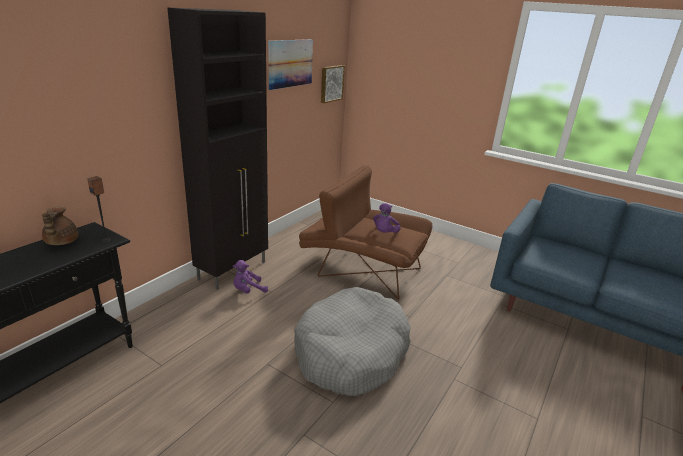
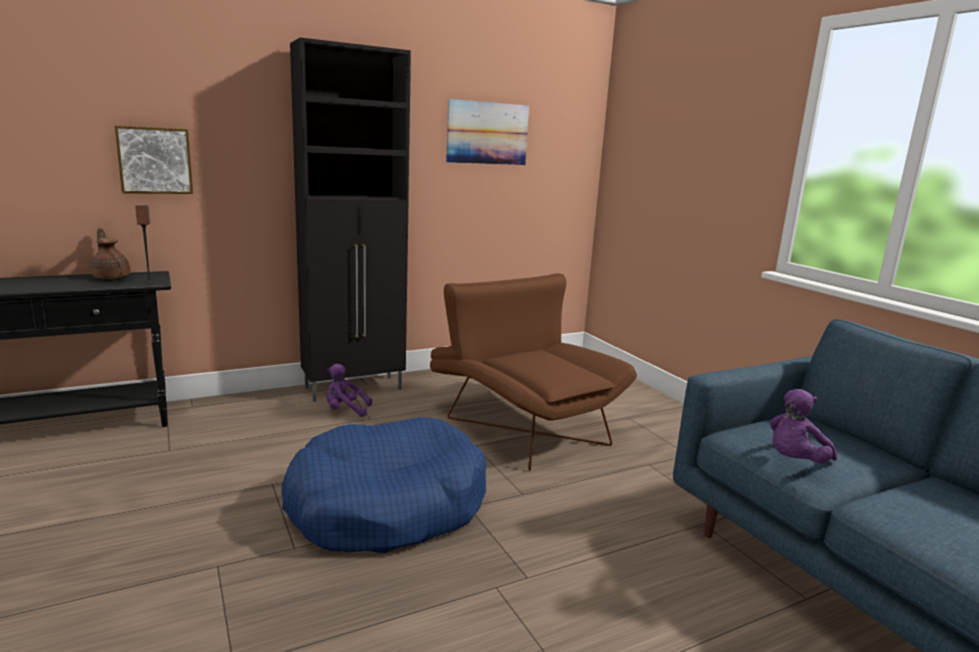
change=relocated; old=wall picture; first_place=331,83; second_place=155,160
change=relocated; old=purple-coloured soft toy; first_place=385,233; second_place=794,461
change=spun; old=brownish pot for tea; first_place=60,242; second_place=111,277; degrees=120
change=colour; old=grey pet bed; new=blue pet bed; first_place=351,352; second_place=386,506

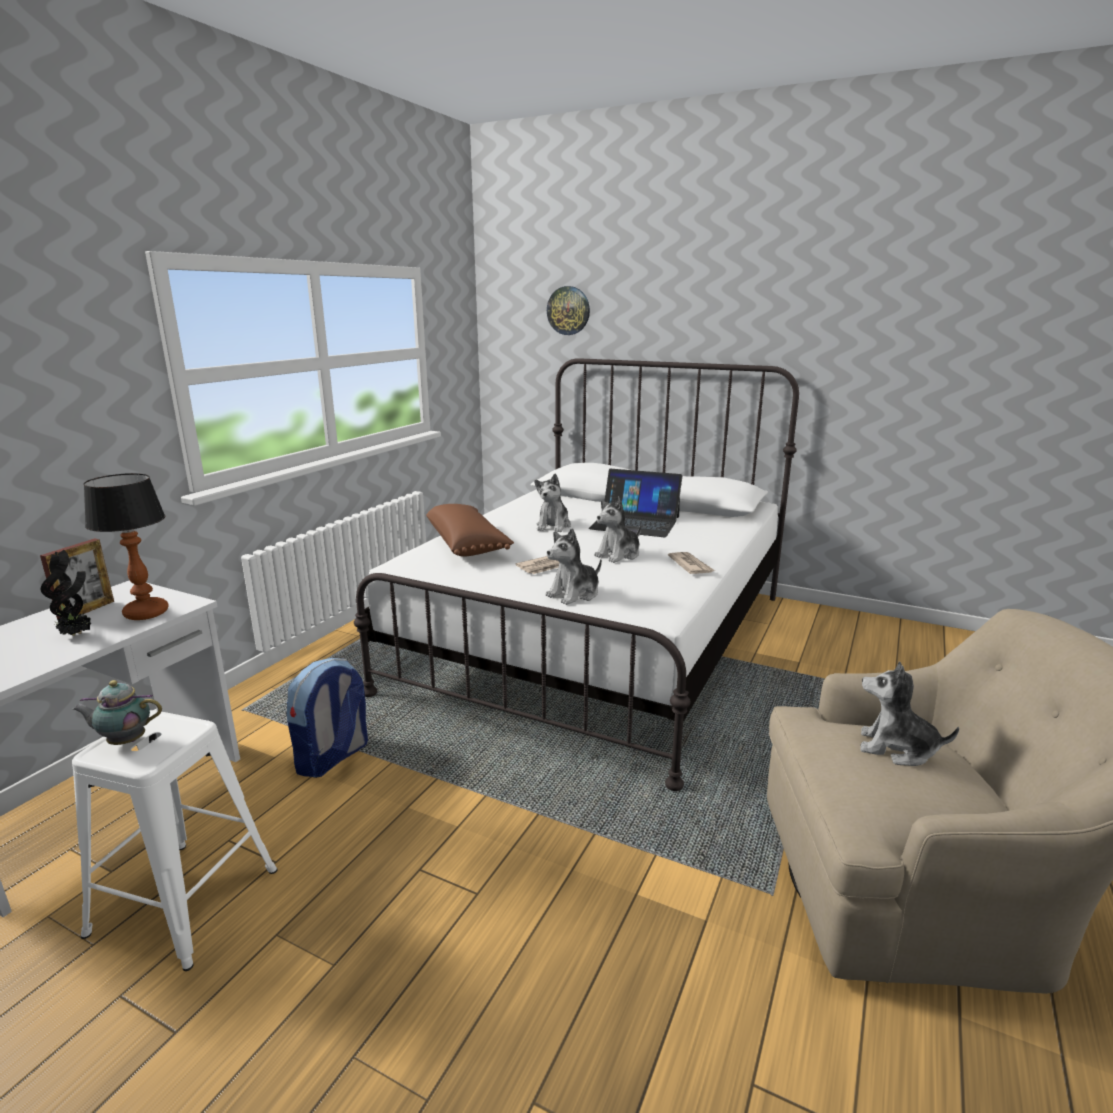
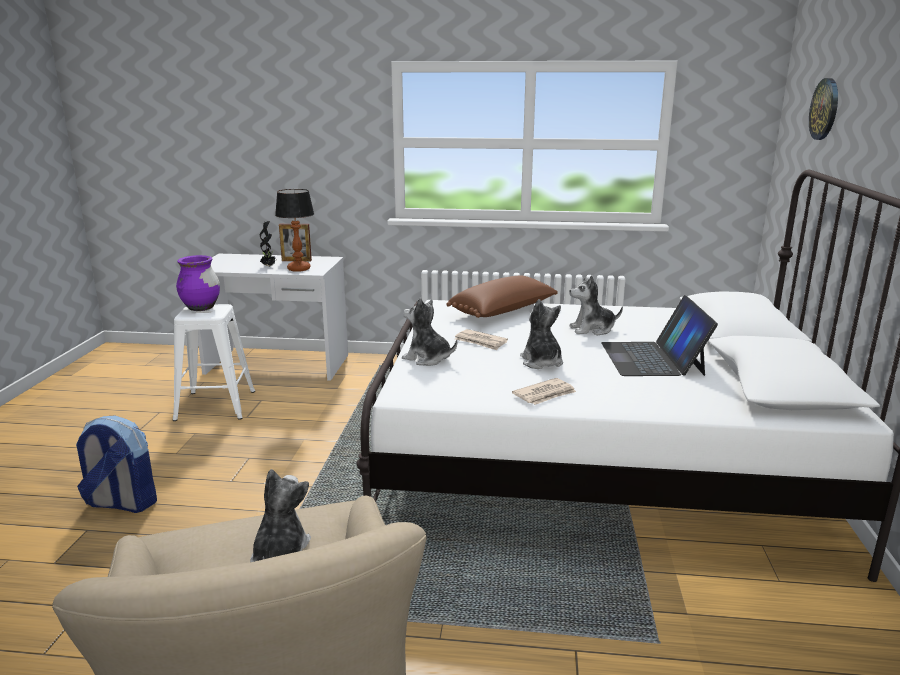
change=spun; old=soft toy; first_place=618,555; second_place=541,362; degrees=45
change=relocated; old=knapsack; first_place=332,758; second_place=121,503
change=exchanged; old=pot for tea; new=purple-coloured decorative vase; first_place=125,741; second_place=201,308

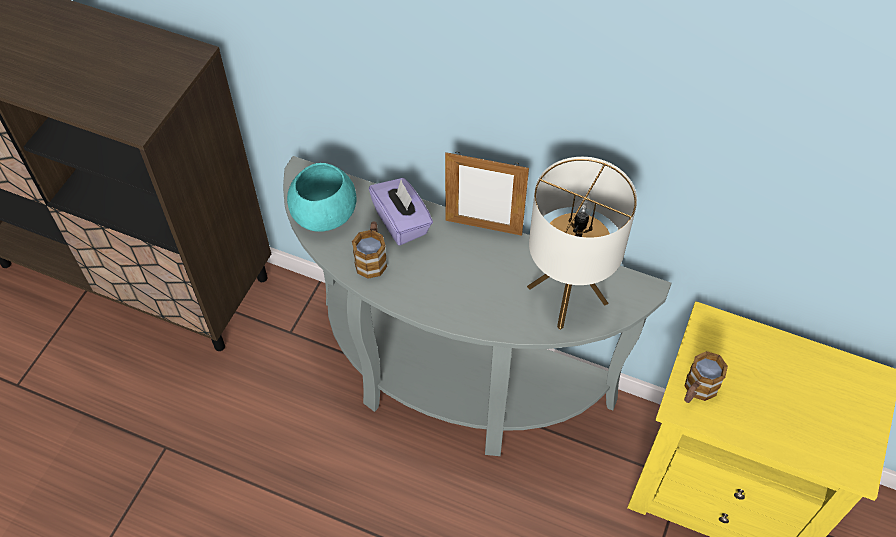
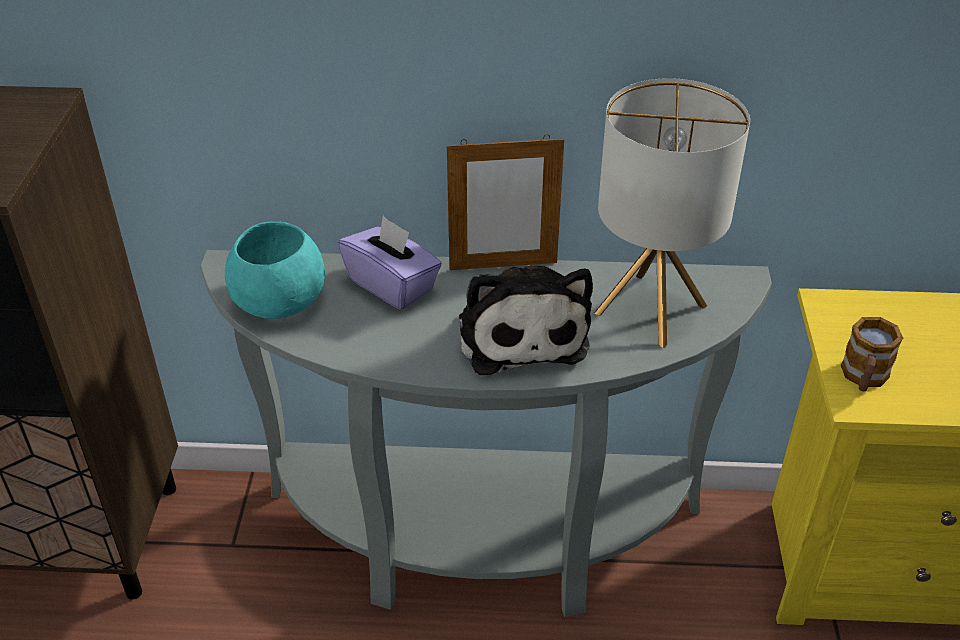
change=missing; old=coffee mug; first_place=372,258
change=appeared; new=soft toy; second_place=521,332

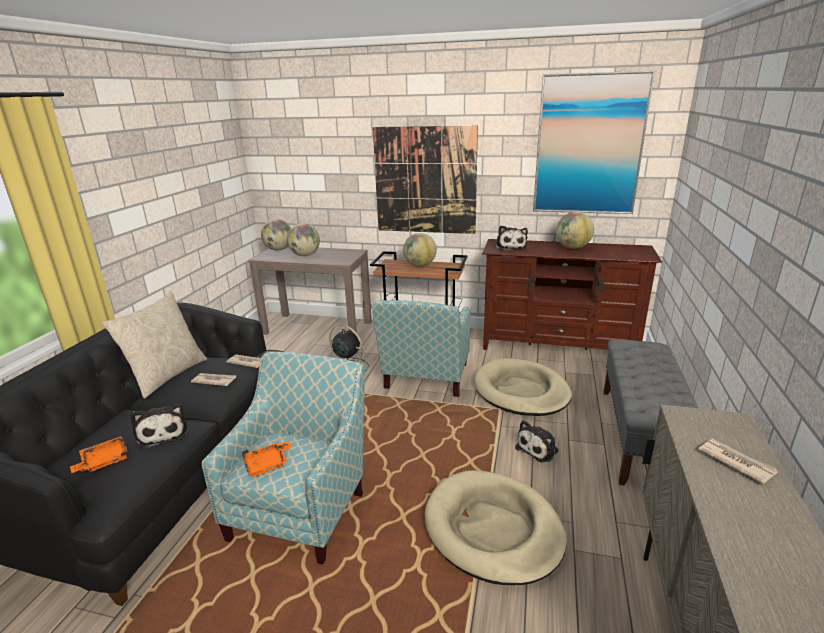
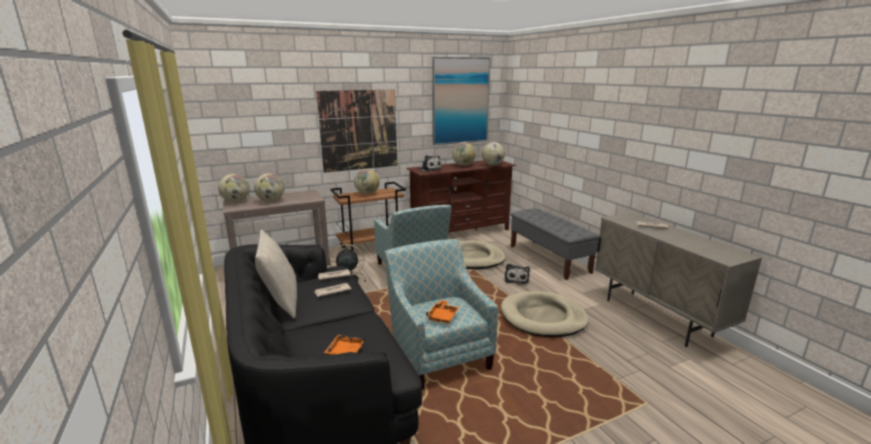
change=missing; old=soft toy; first_place=163,433
change=appeared; new=desk globe; second_place=493,165

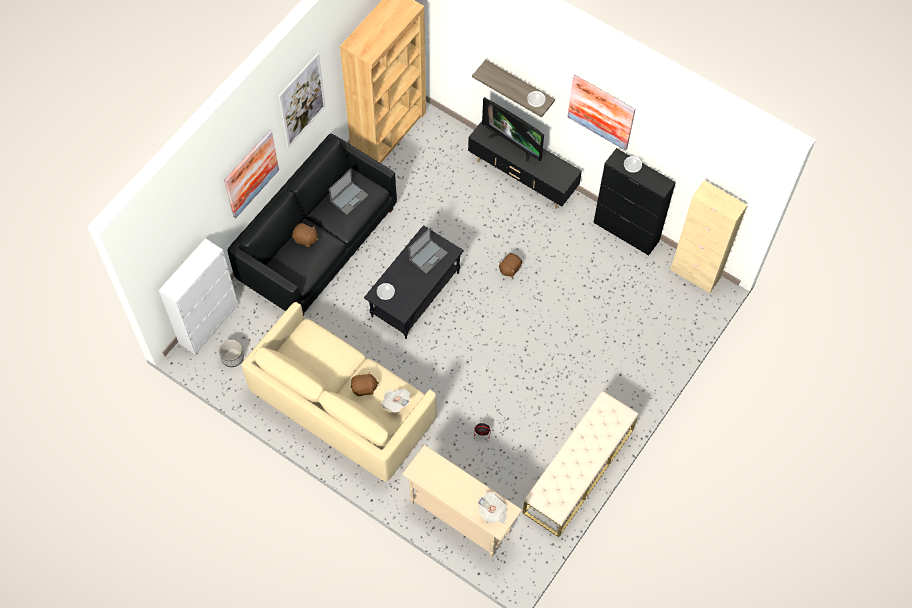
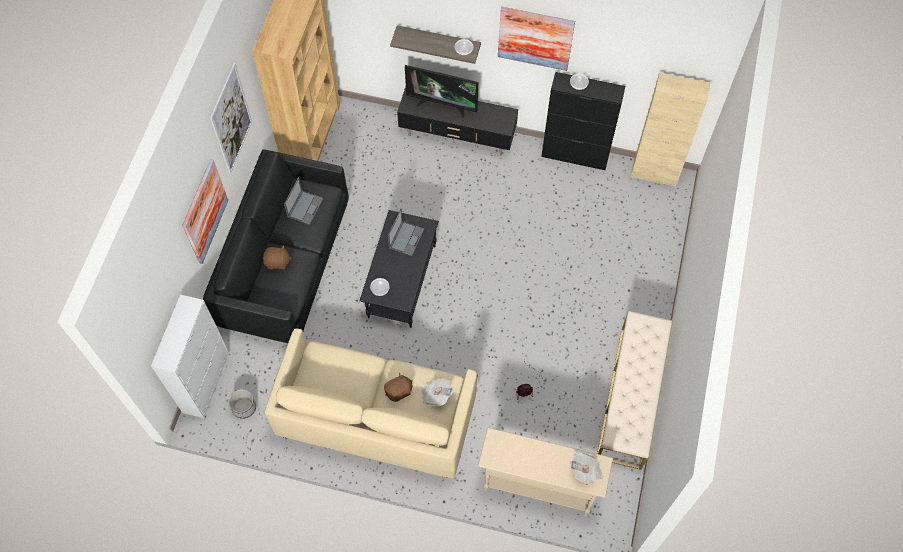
change=missing; old=brownish soft toy; first_place=509,269

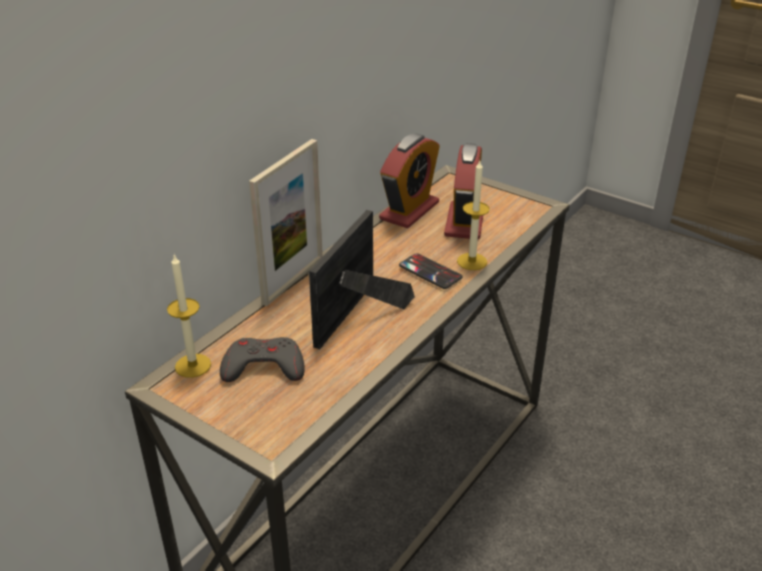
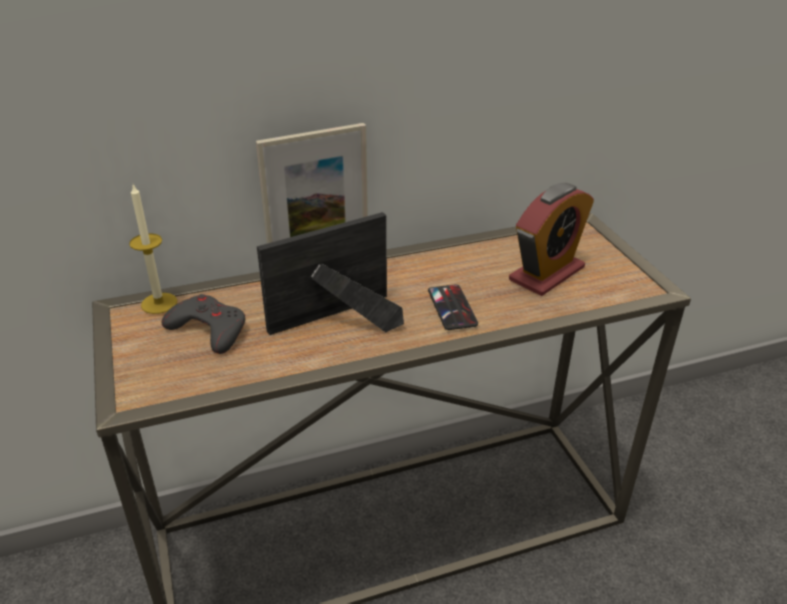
change=missing; old=bedside clock; first_place=409,211
change=missing; old=wax light; first_place=472,261

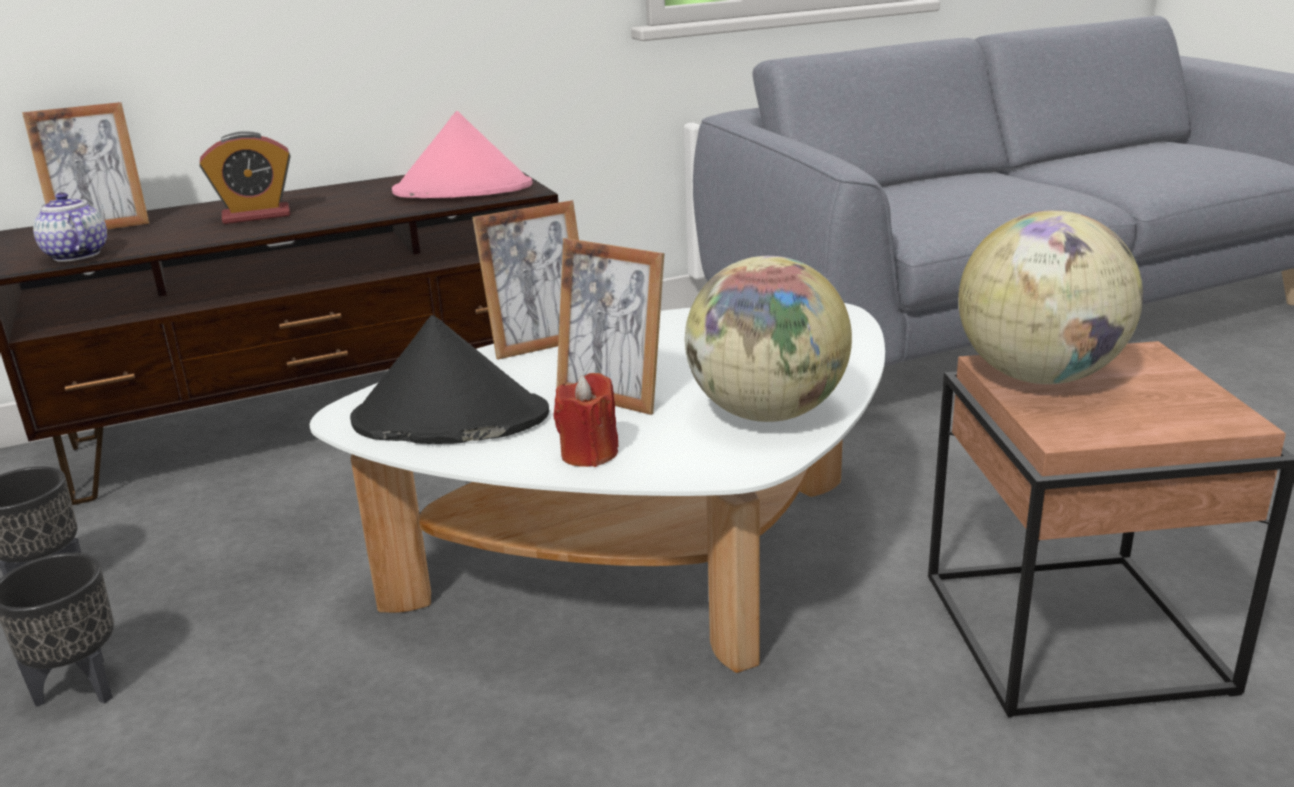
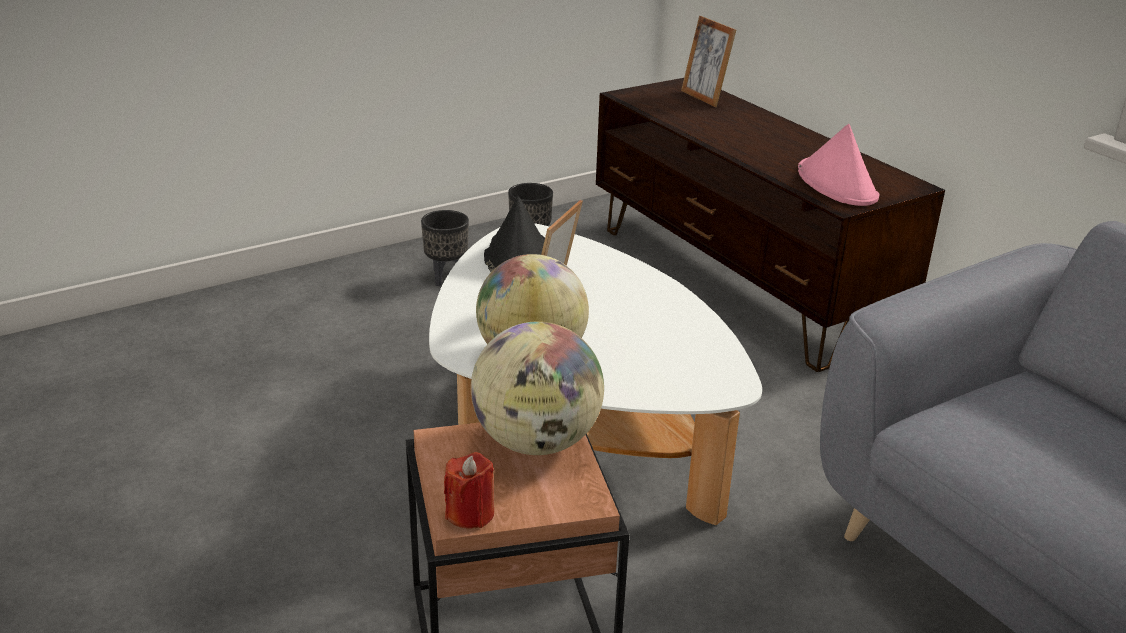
change=missing; old=bedside clock; first_place=256,216
change=missing; old=pot for tea; first_place=76,255
change=missing; old=standing frame; first_place=540,344
change=relocated; old=red-coloured wax light; first_place=589,454; second_place=470,513

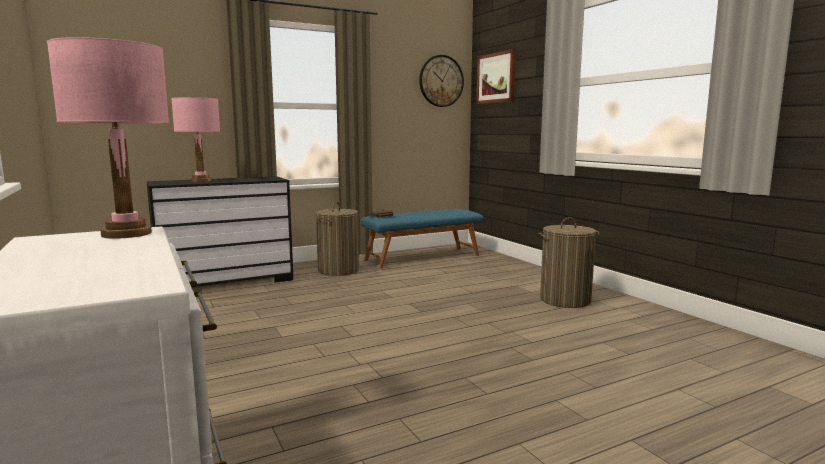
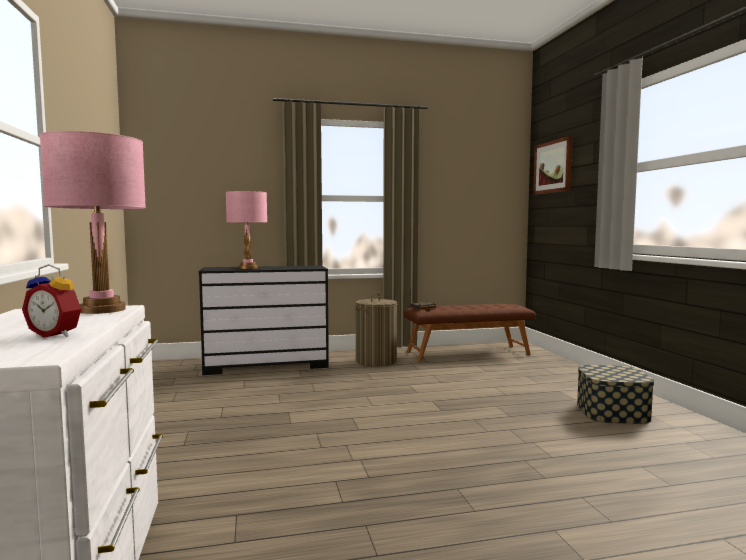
change=missing; old=hanging clock; first_place=441,81
change=colour; old=blue bench; new=brownish bench; first_place=422,257; second_place=467,353
change=exchanged; old=washing basket; new=storage box; first_place=565,300; second_place=612,412
change=appeared; new=bedside clock; second_place=57,334

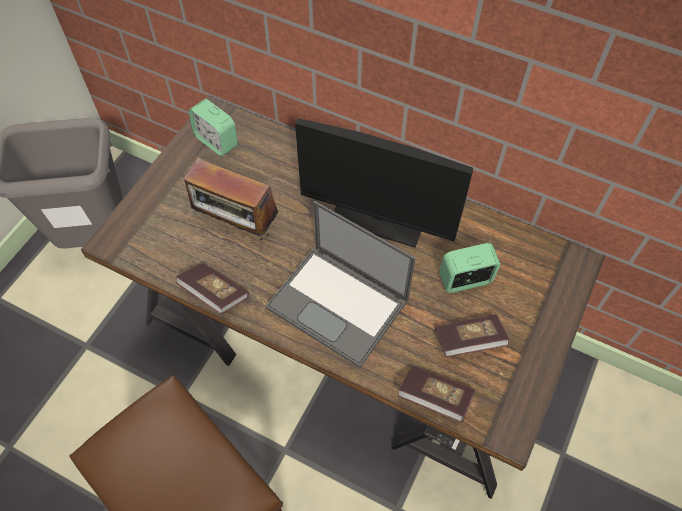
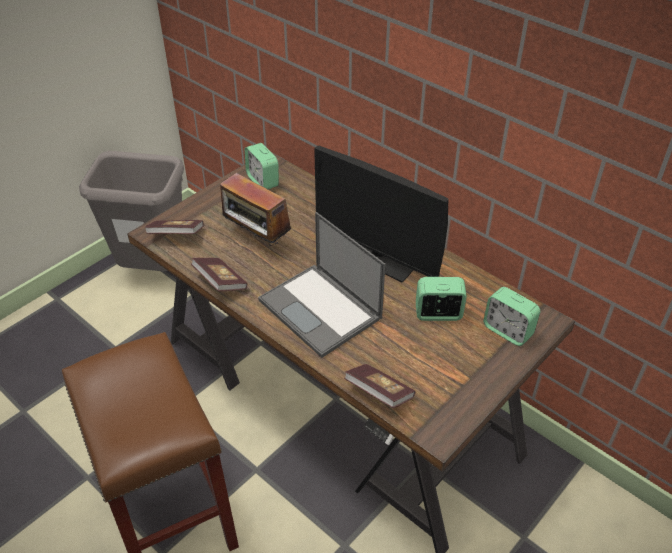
change=relocated; old=bound book; first_place=469,341; second_place=176,235
change=appeared; new=bedside clock; second_place=507,331

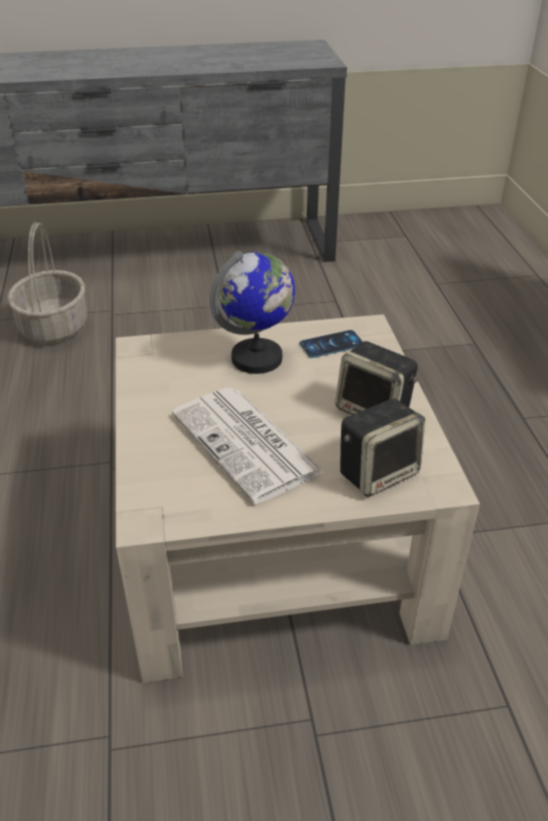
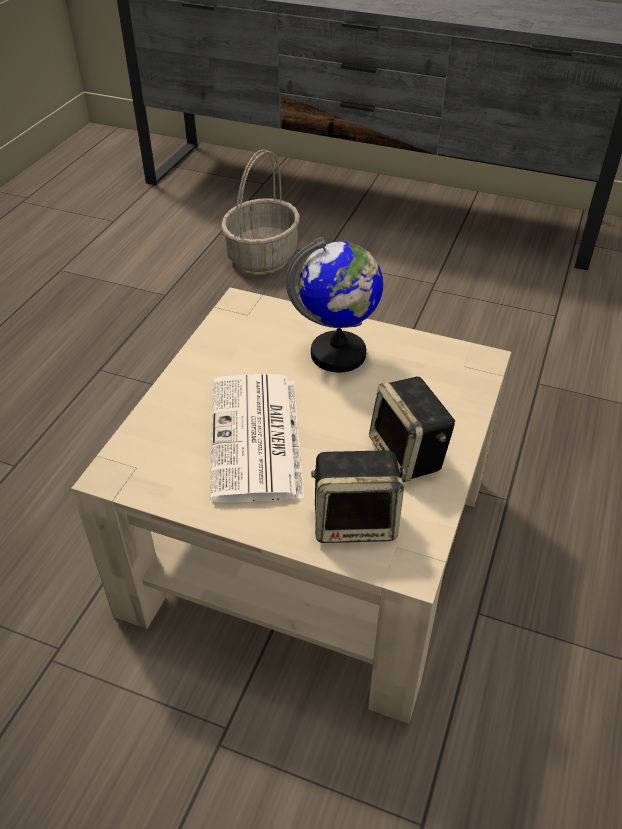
change=missing; old=telephone; first_place=331,344

